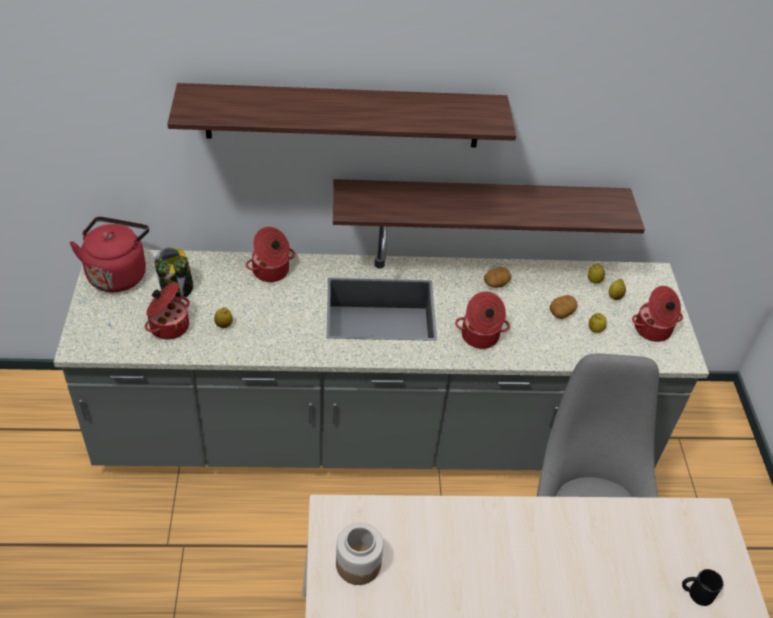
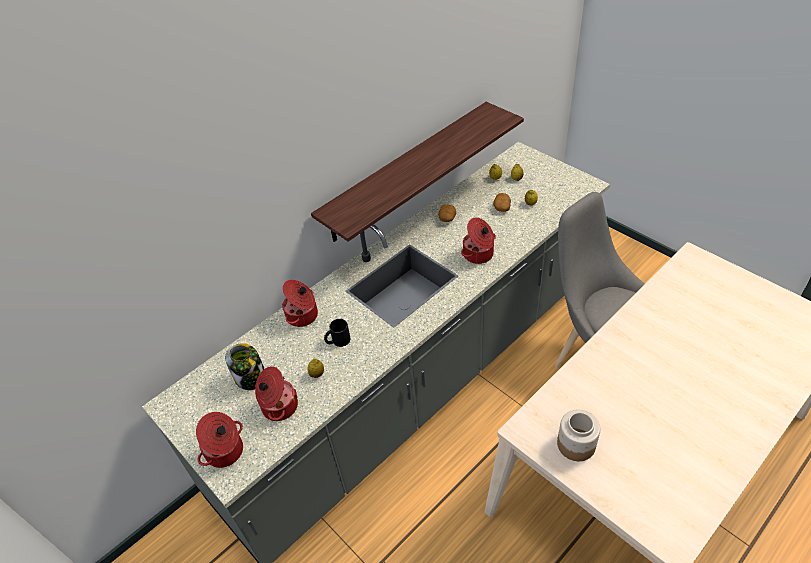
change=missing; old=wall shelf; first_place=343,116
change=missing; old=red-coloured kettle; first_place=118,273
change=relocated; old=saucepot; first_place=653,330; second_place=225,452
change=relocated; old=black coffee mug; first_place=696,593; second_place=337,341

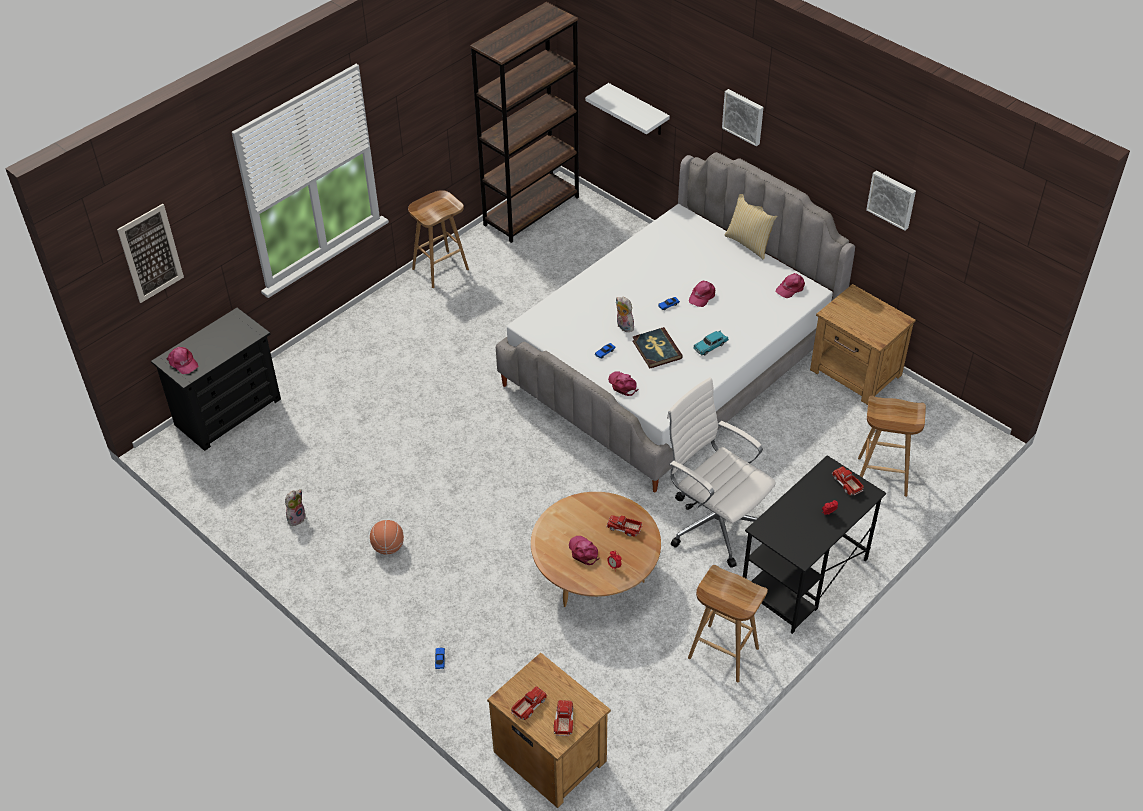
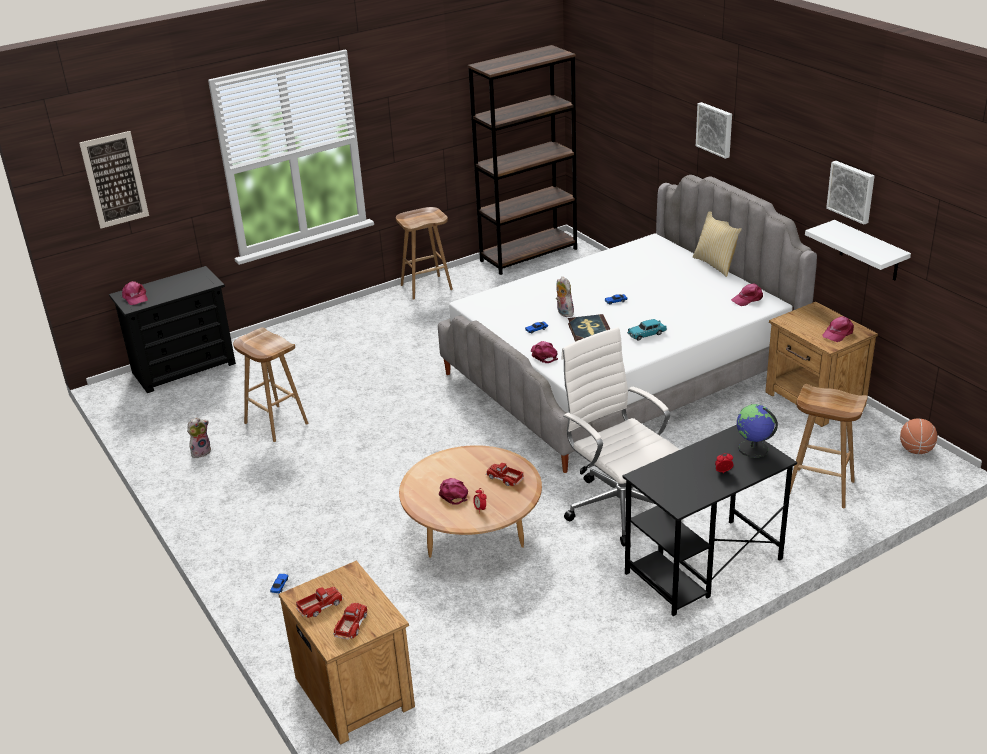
change=relocated; old=whitish wall shelf; first_place=638,110; second_place=869,251
change=relocated; old=pink baseball cap; first_place=702,296; second_place=838,333
change=exchanged; old=model truck; new=desk globe; first_place=846,483; second_place=753,449
change=relocated; old=basketball ball; first_place=388,547; second_place=916,450
change=relocated; old=brownish stool seat; first_place=722,653; second_place=275,423

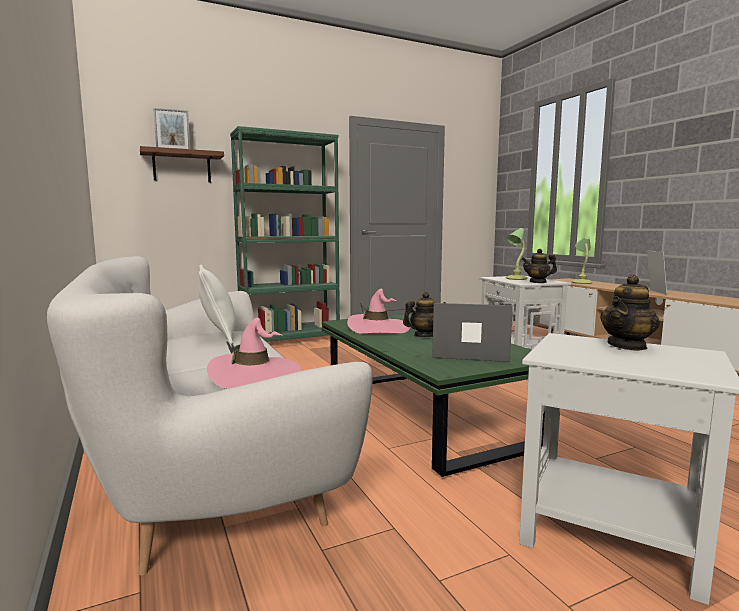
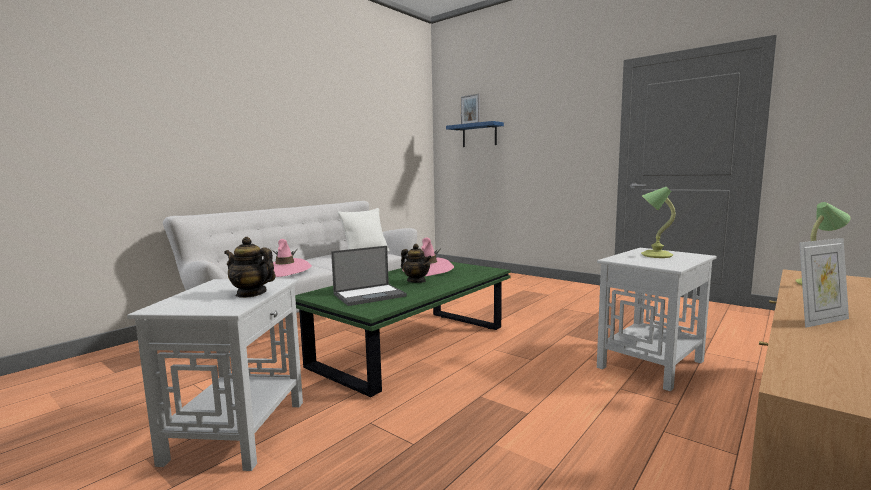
change=missing; old=green bookshelf; first_place=290,340
change=colour; old=brownish wall shelf; new=blue wall shelf; first_place=182,167; second_place=479,135
change=missing; old=pot for tea; first_place=538,282
change=spun; old=notebook computer; first_place=469,352; second_place=370,295; degrees=75

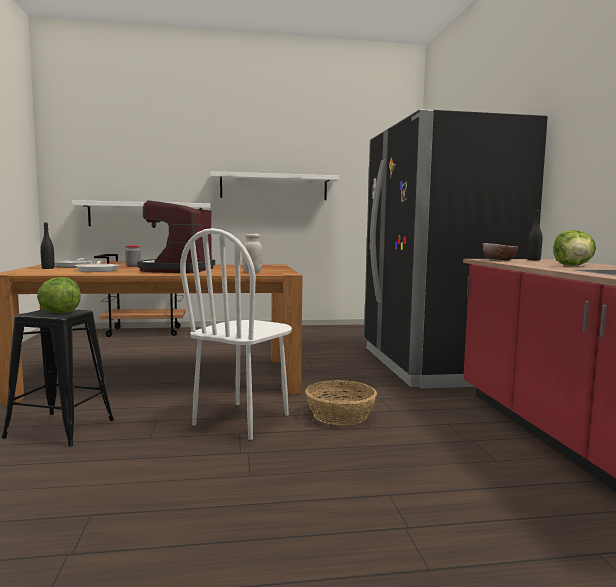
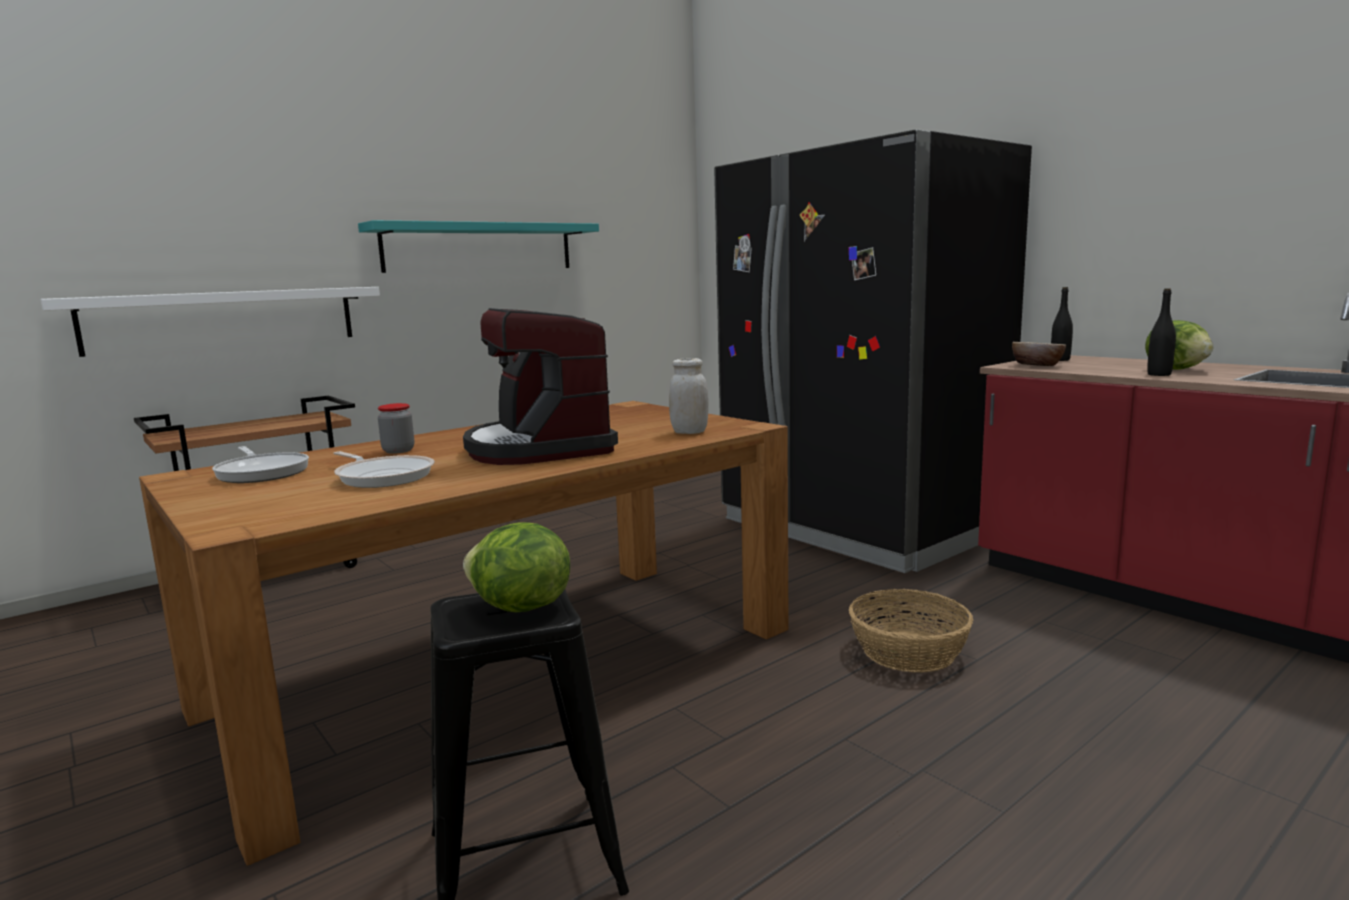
change=colour; old=whitish wall shelf; new=blue-green wall shelf; first_place=274,187; second_place=480,247
change=relocated; old=black beverage bottle; first_place=48,268; second_place=1159,374
change=missing; old=whitish chair; first_place=242,420

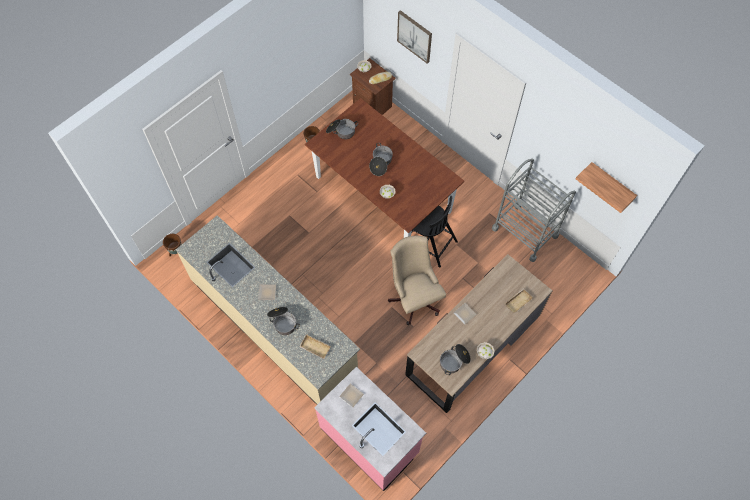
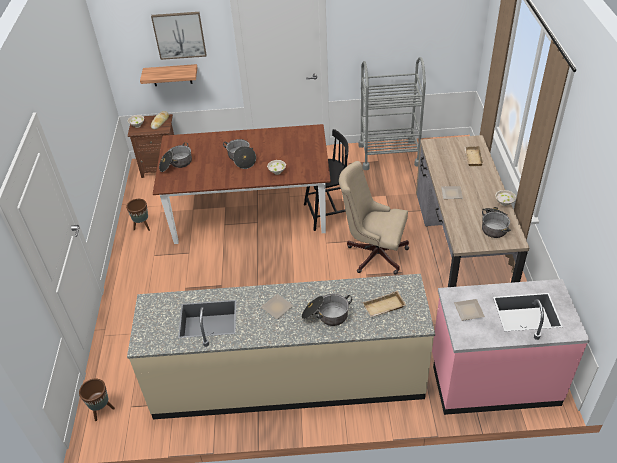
change=relocated; old=wall shelf; first_place=611,184; second_place=171,75

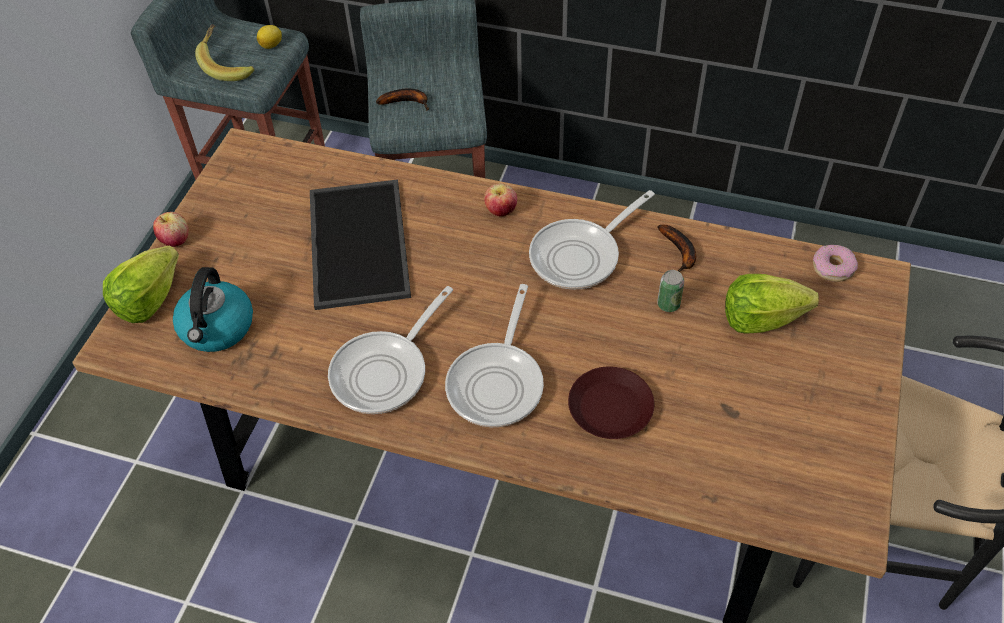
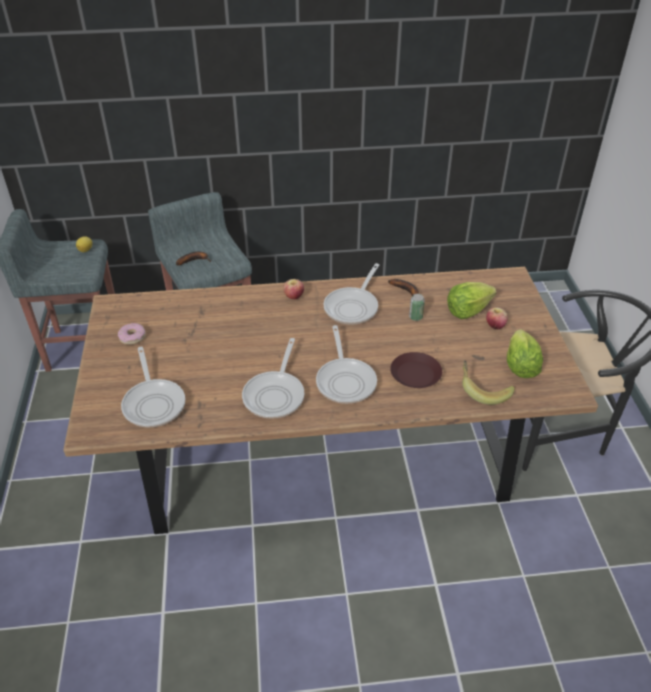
change=relocated; old=whole banana; first_place=228,65; second_place=483,390
change=missing; old=serving tray; first_place=361,244
change=relocated; old=apple; first_place=175,240; second_place=495,326
change=relocated; old=donut; first_place=833,268; second_place=132,337
change=relocated; old=head of lettuce; first_place=148,300; second_place=520,366
change=exchanged; old=kettle; new=pan; first_place=217,328; second_place=154,403

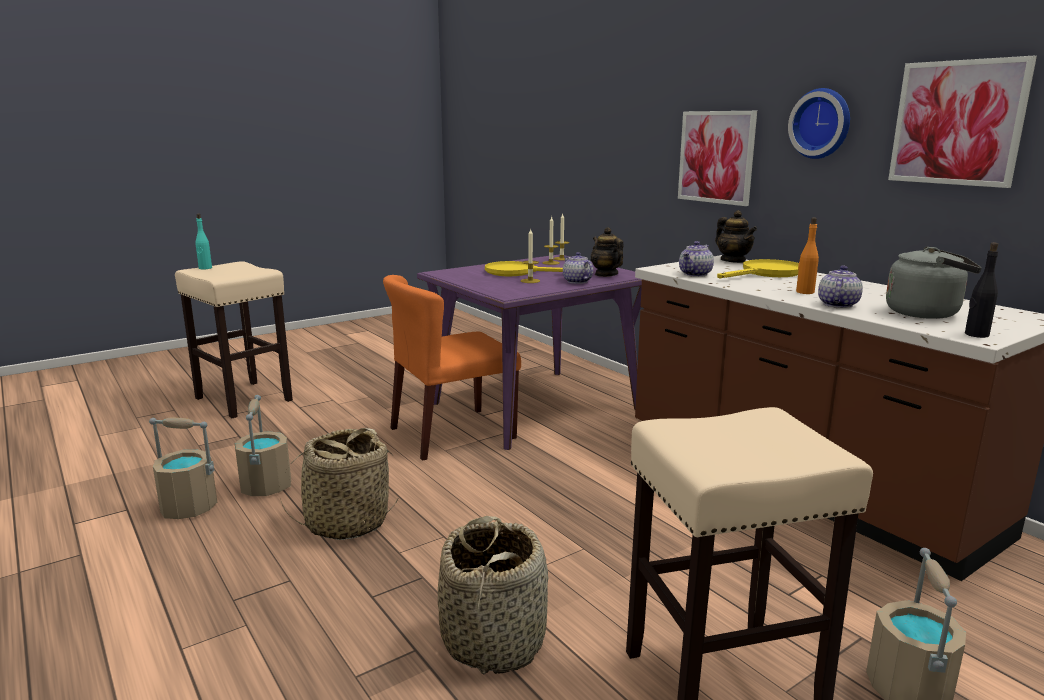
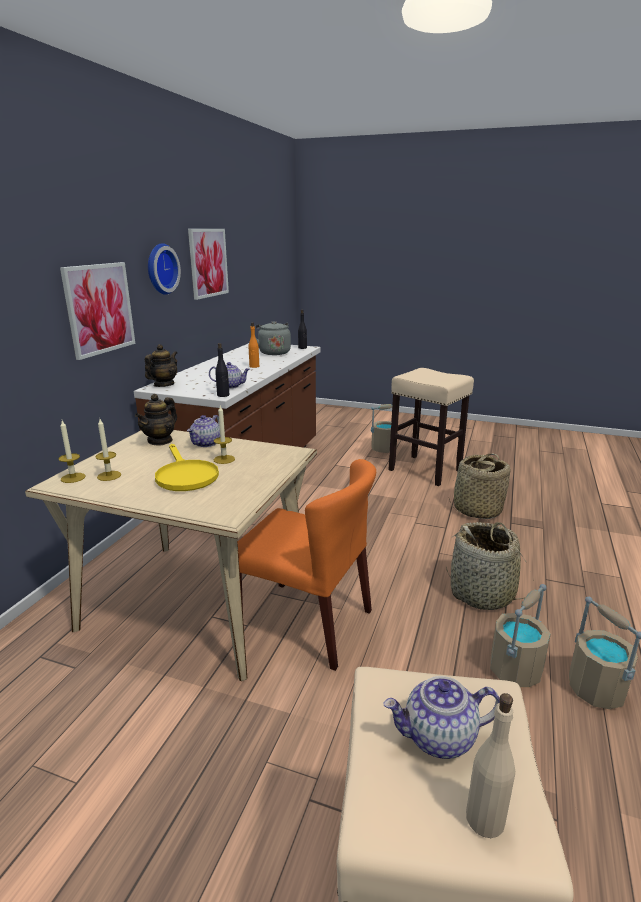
change=colour; old=blue-green beverage bottle; new=sand-coloured beverage bottle; first_place=205,268; second_place=485,819
change=colour; old=purple-coloured kitchen table; new=sand-coloured kitchen table; first_place=535,406; second_place=198,603
change=missing; old=yellow-coloured pan; first_place=767,273
change=relocated; old=pot for tea; first_place=837,304; second_place=439,737
change=appeared; new=black beverage bottle; second_place=223,395

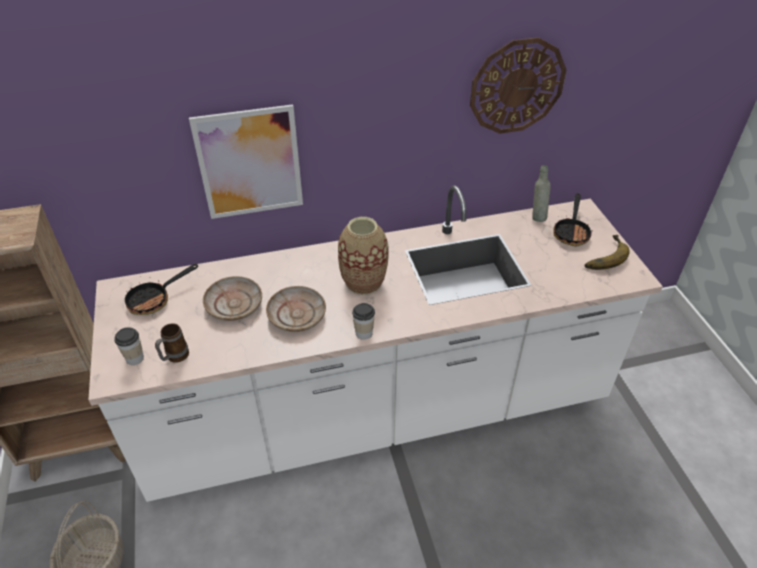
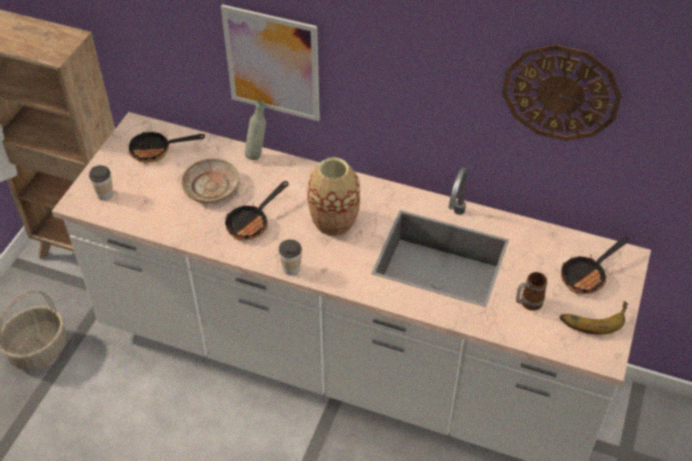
change=relocated; old=grey beverage bottle; first_place=537,217; second_place=257,153
change=exchanged; old=sand-coloured plate; new=pan; first_place=297,315; second_place=252,223
change=relocated; old=coffee mug; first_place=174,358; second_place=527,304

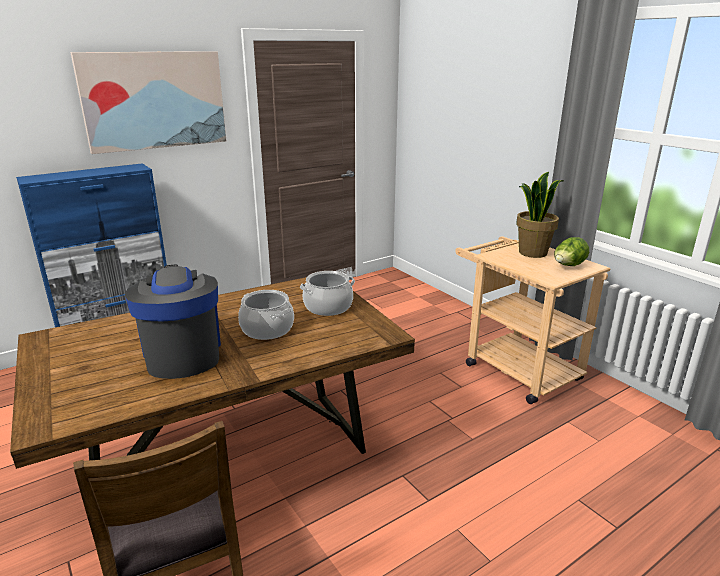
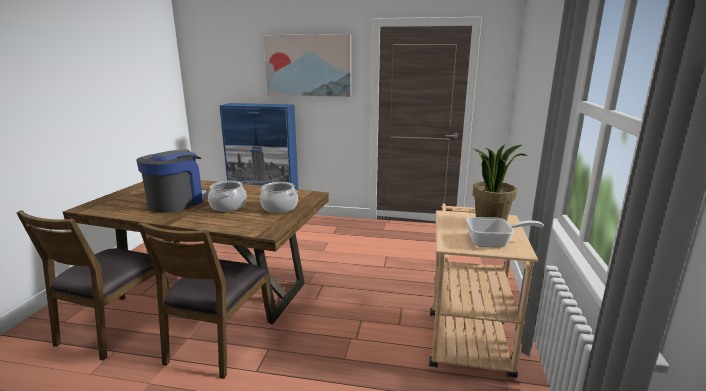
change=exchanged; old=head of lettuce; new=pan; first_place=568,266; second_place=494,242
change=appeared; new=brownish chair; second_place=219,341

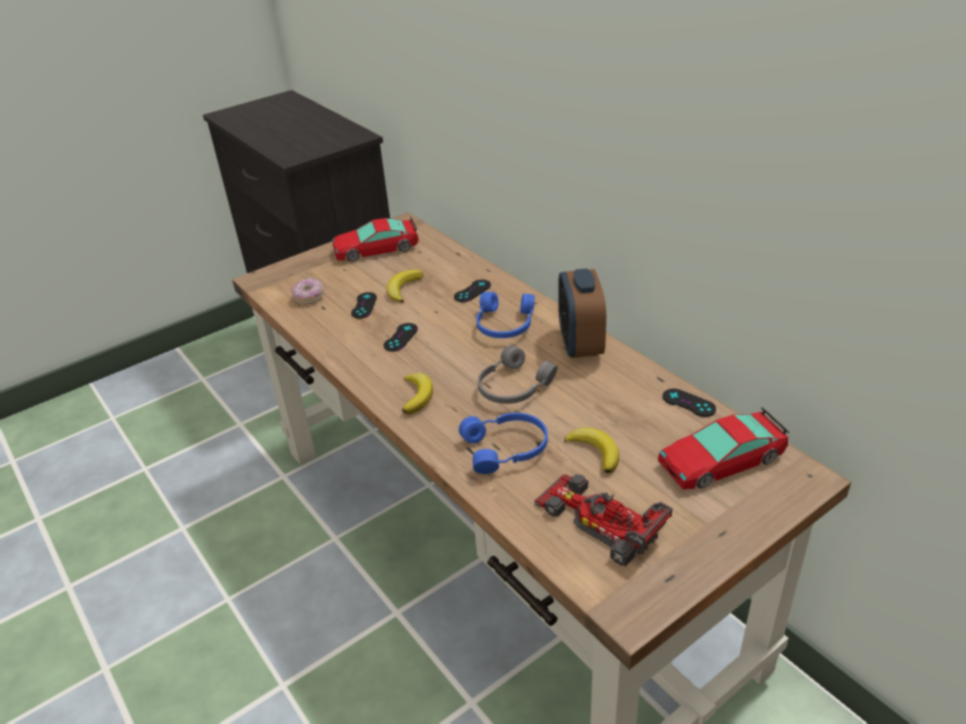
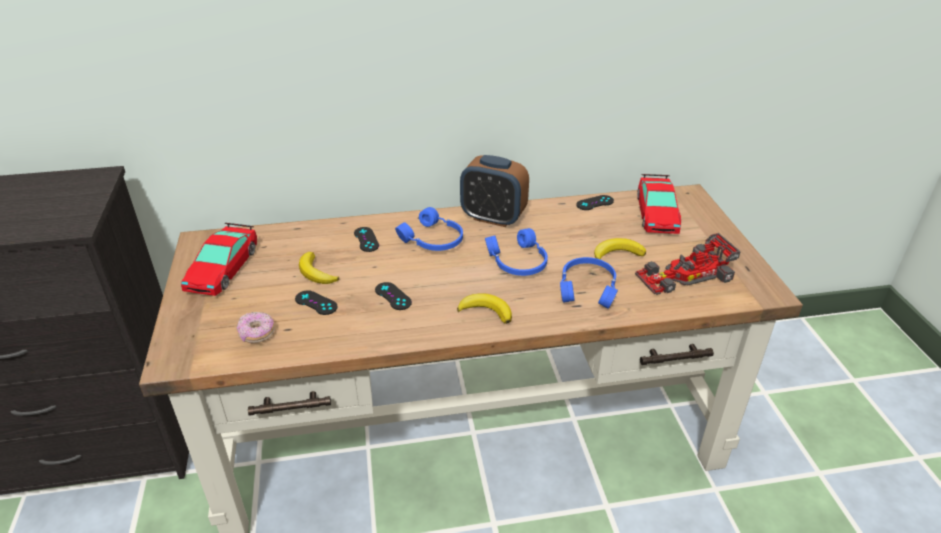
change=colour; old=grey headset; new=blue headset; first_place=513,387; second_place=517,262

